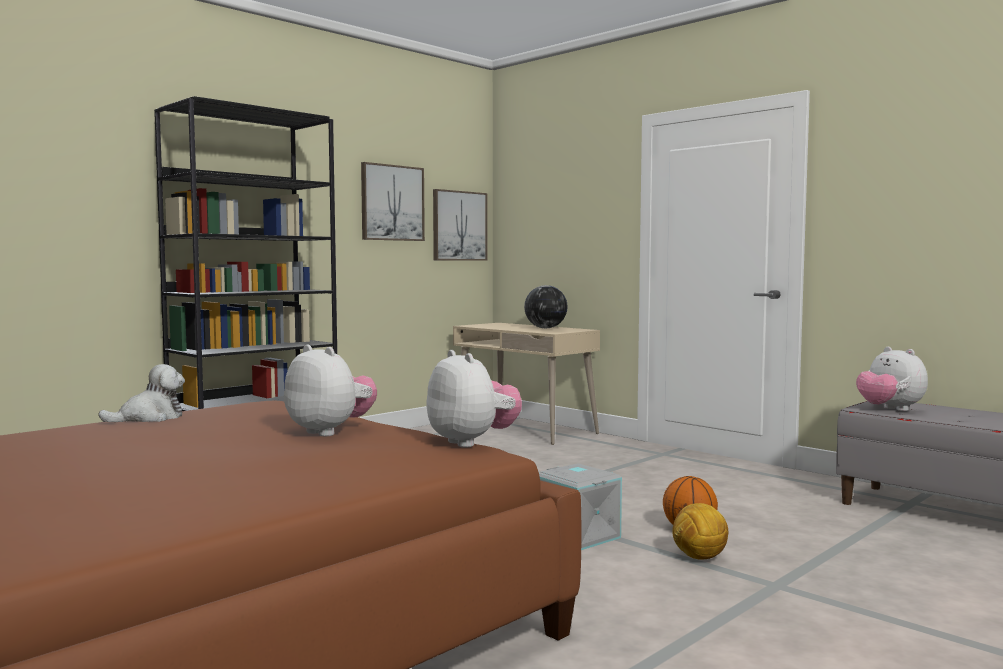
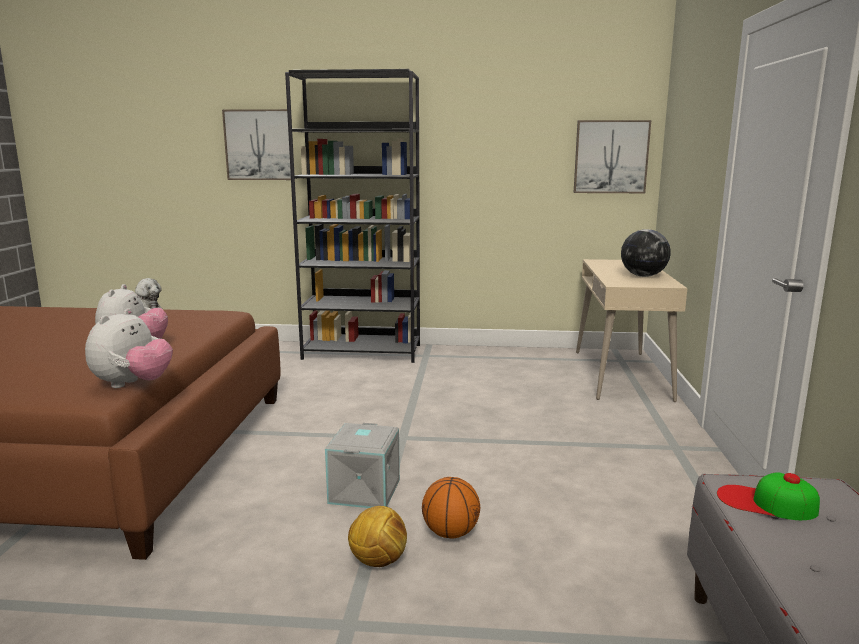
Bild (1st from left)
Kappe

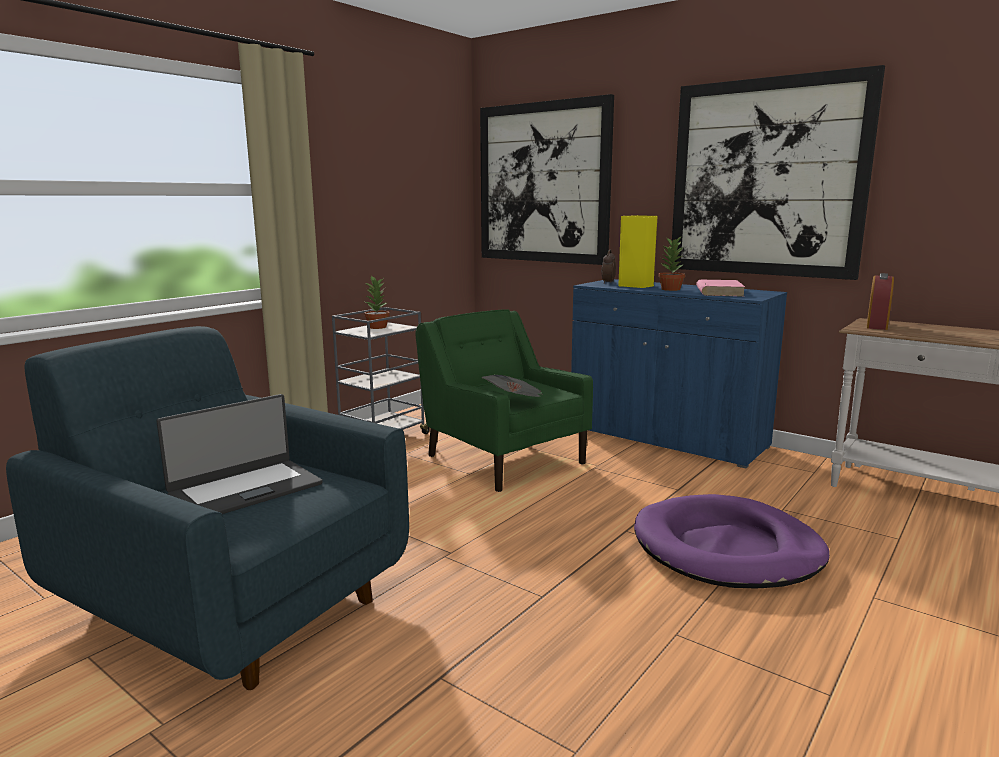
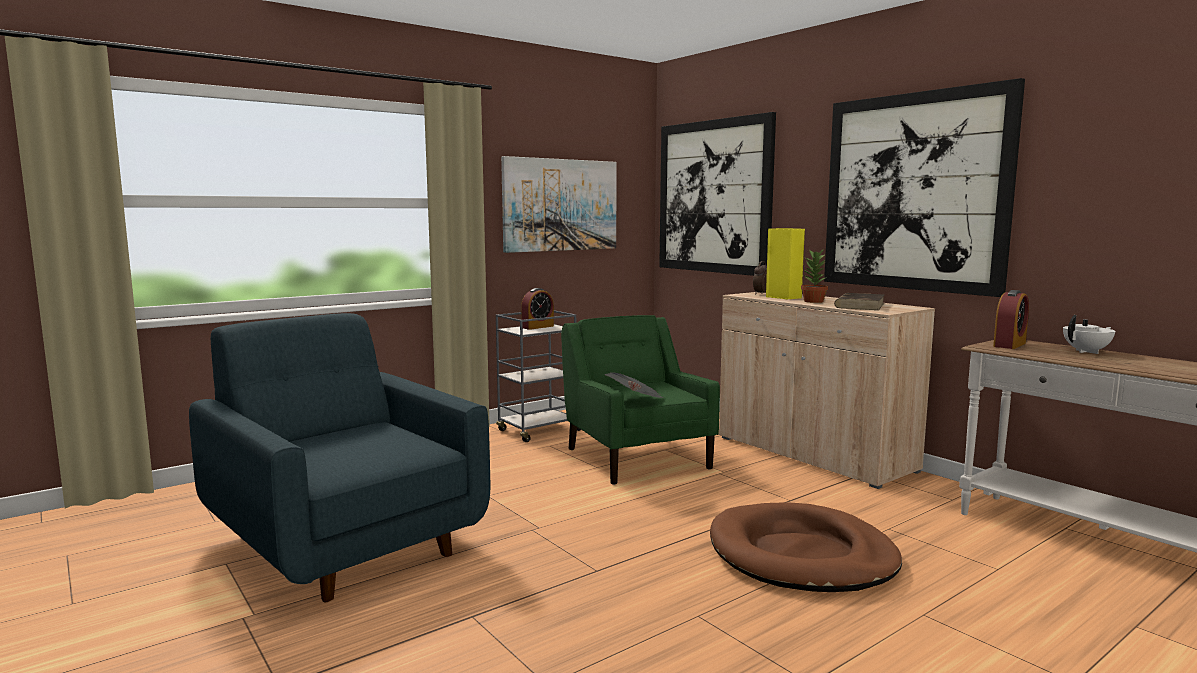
Bild (1st from left)
Wecker (1st from left)
Hundebett [braun]
Schrank [beige]
Buch [braun]
Teekanne [weiß]
Laptop

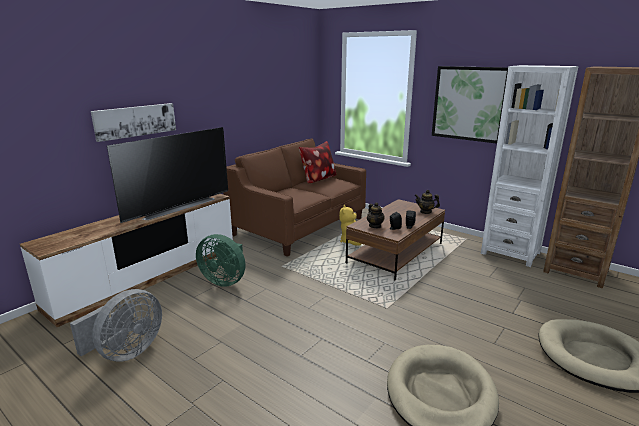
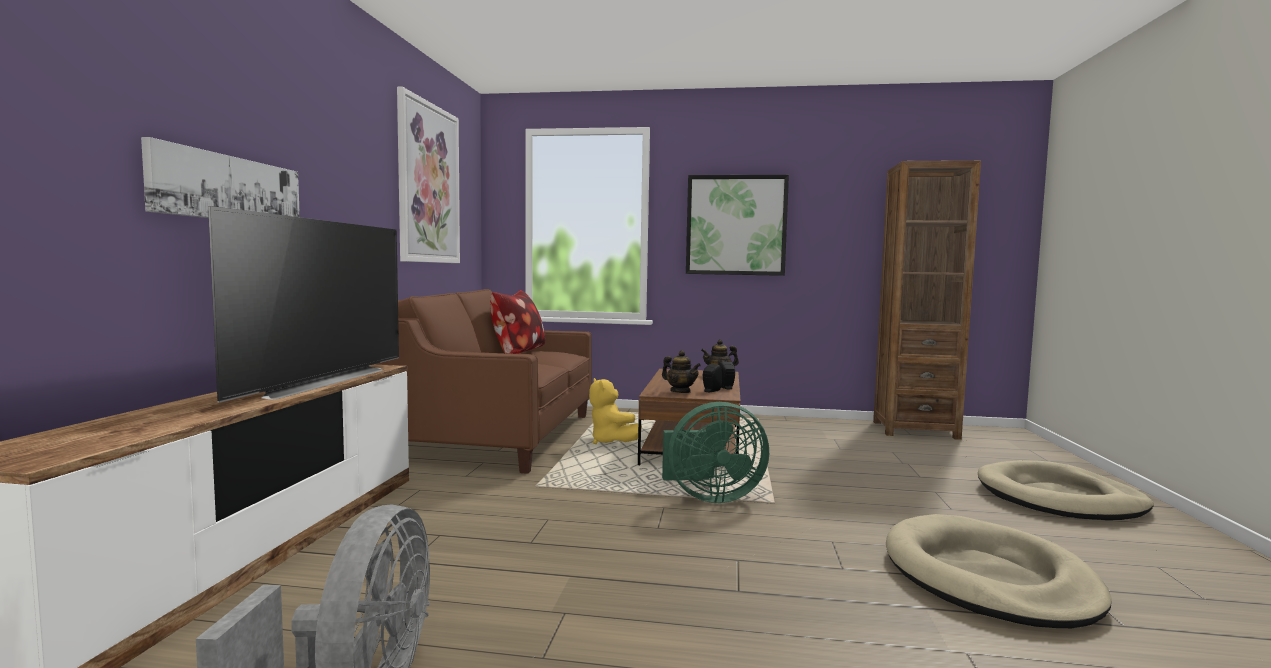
Bild (2nd from left)
Ventilator [grün]
Bücherregal [weiß]

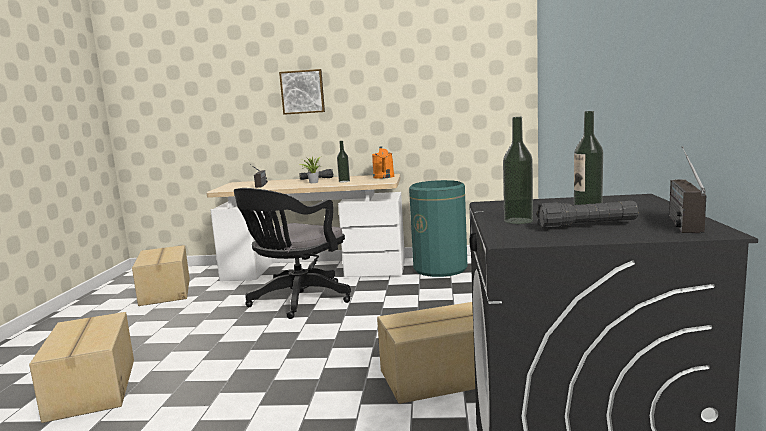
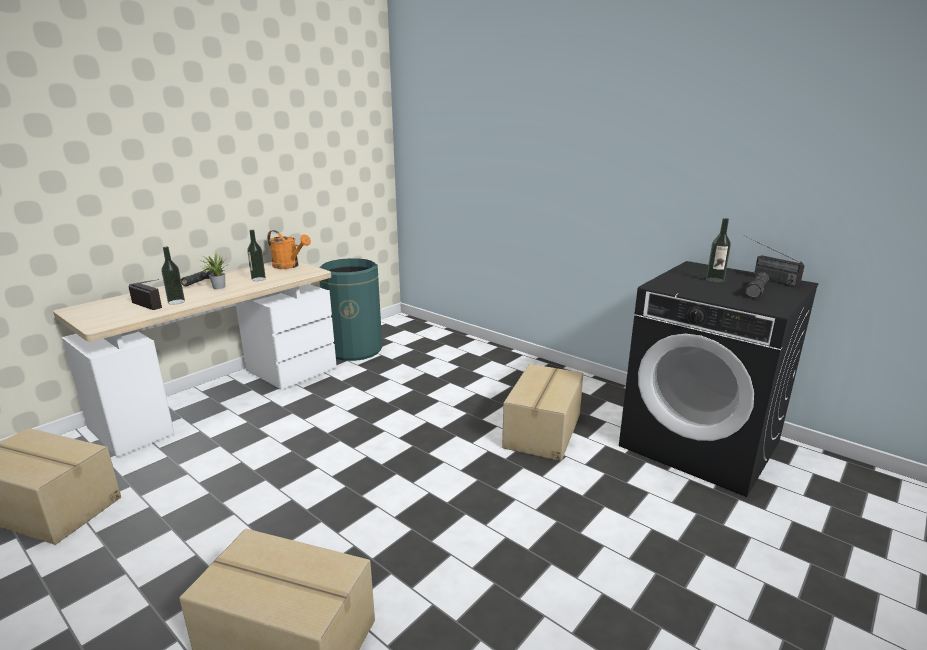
Flasche (1st from left)
Bürostuhl [schwarz]
Bild

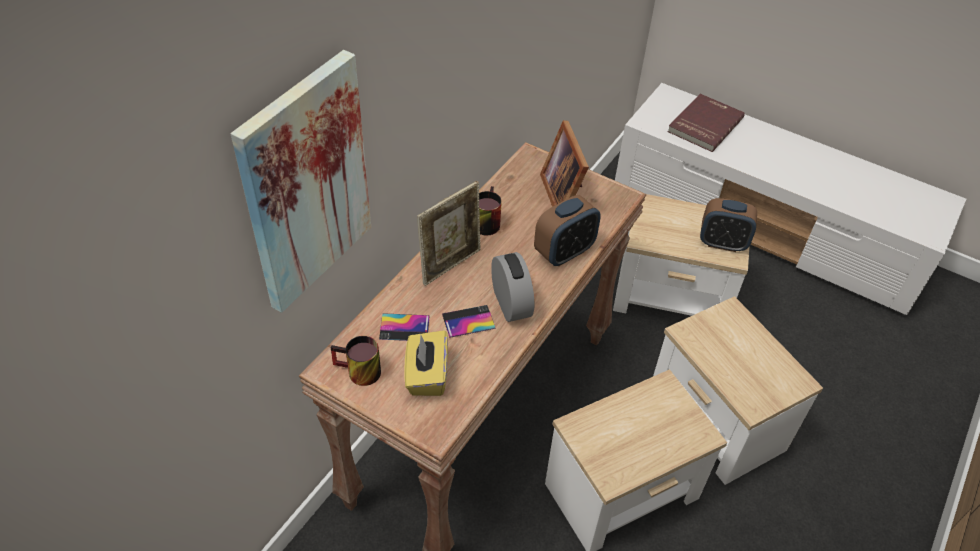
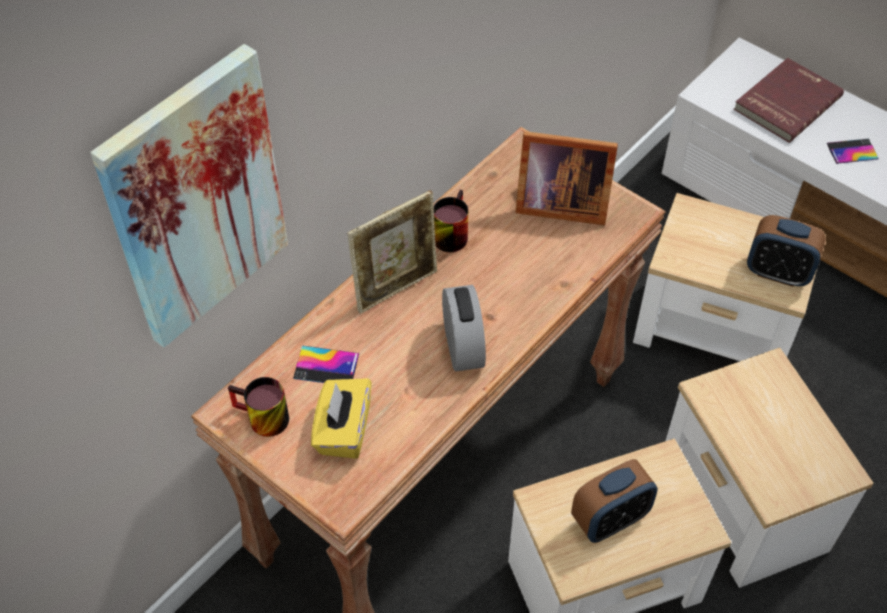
Bilderrahmen (2nd from left)
Wecker (2nd from left)
Handy (2nd from left)

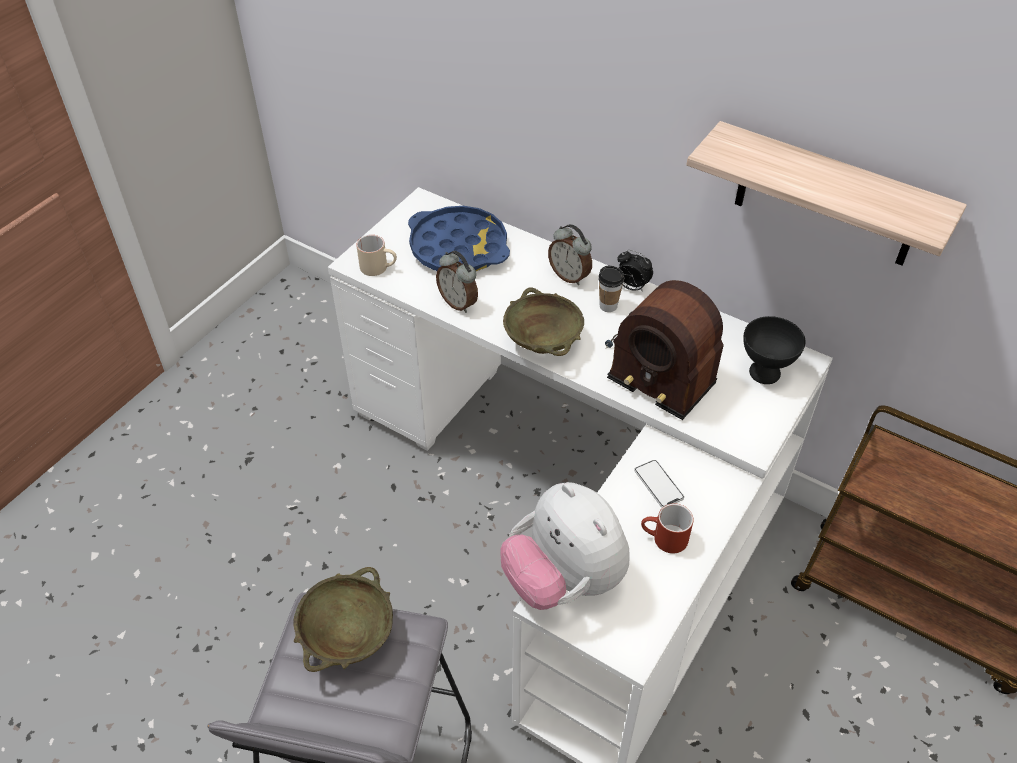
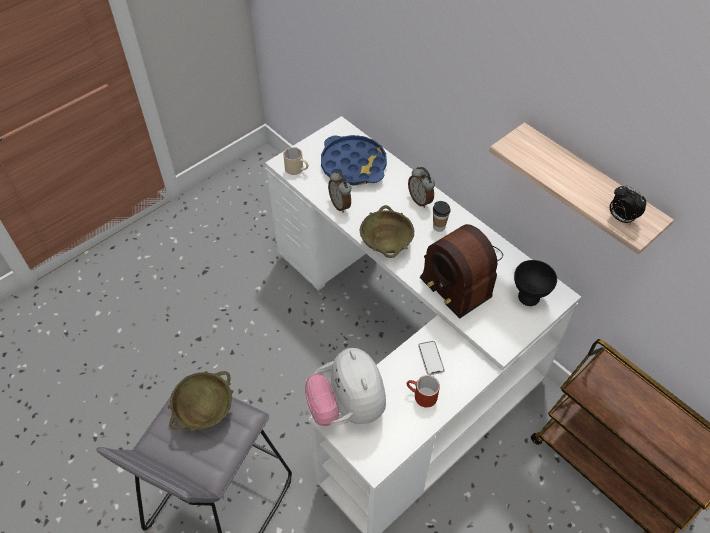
Wecker (3rd from left)

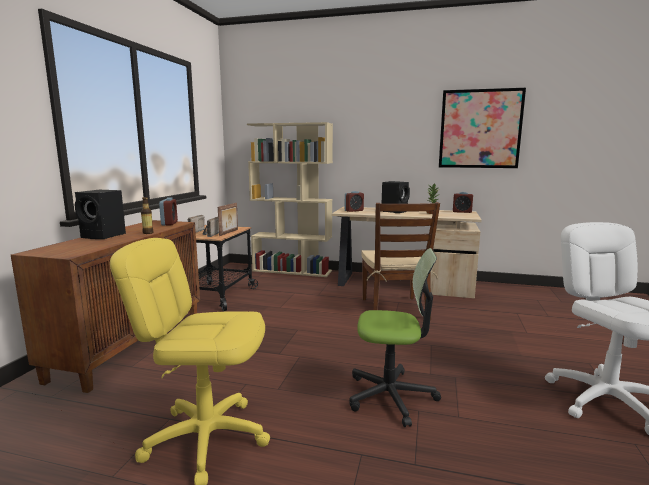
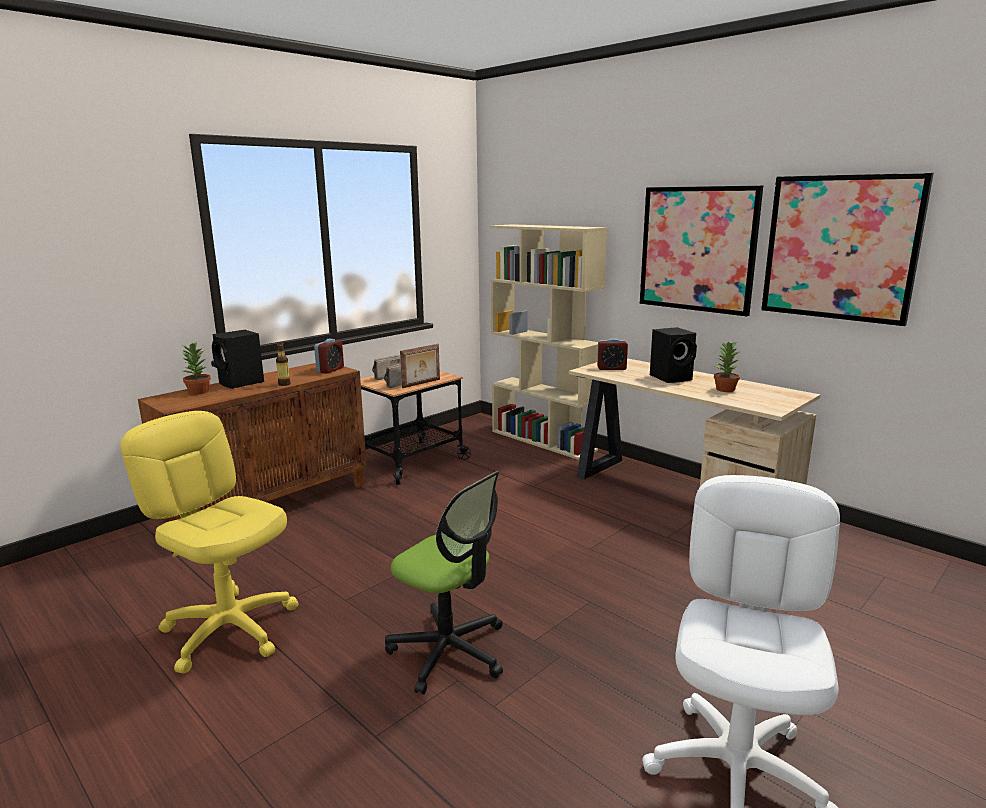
Topfpflanze (1st from left)
Bild (1st from left)
Stuhl [braun]
Wecker (3rd from left in the first image)

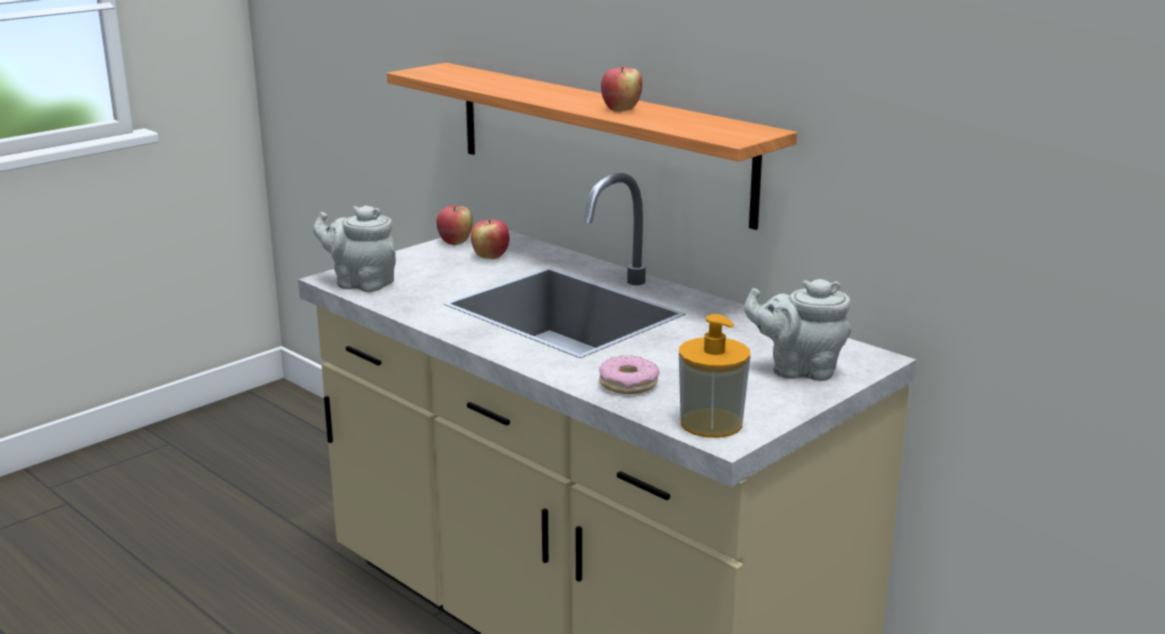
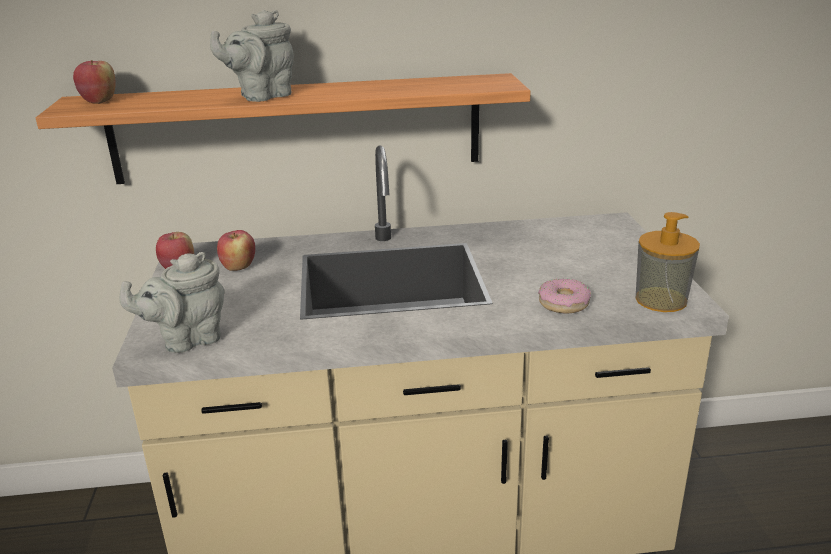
Apfel (1st from left)
Teekanne [grau] (2nd from left)

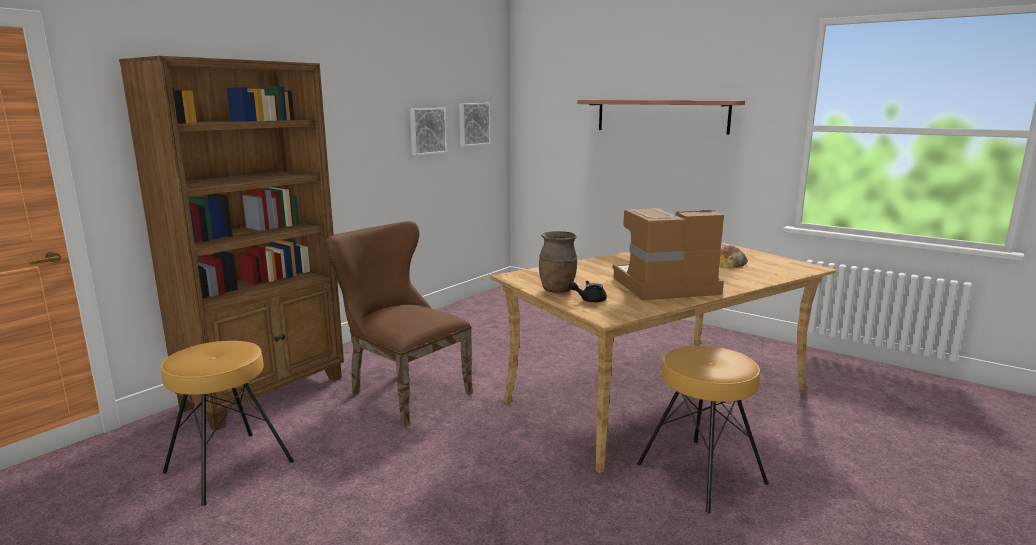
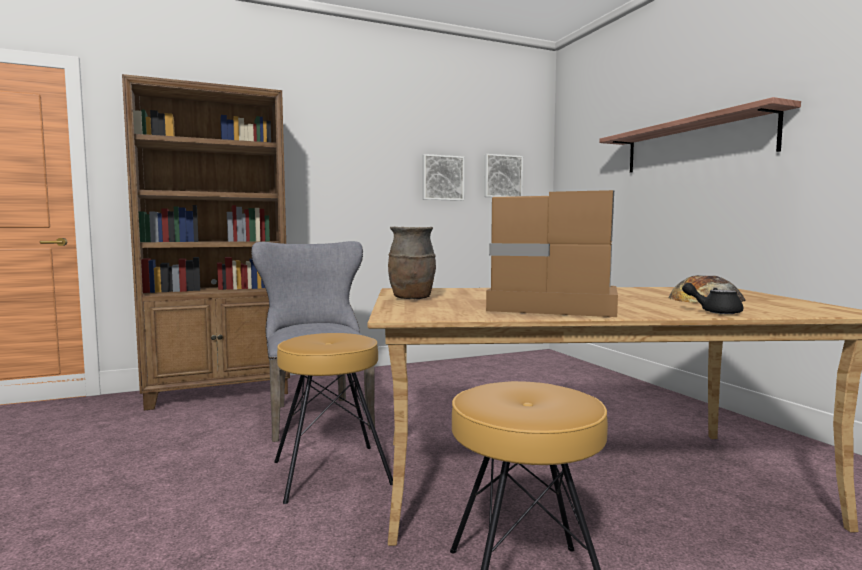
Stuhl [grau]
Hocker [braun] (1st from left)
Teekanne [schwarz]

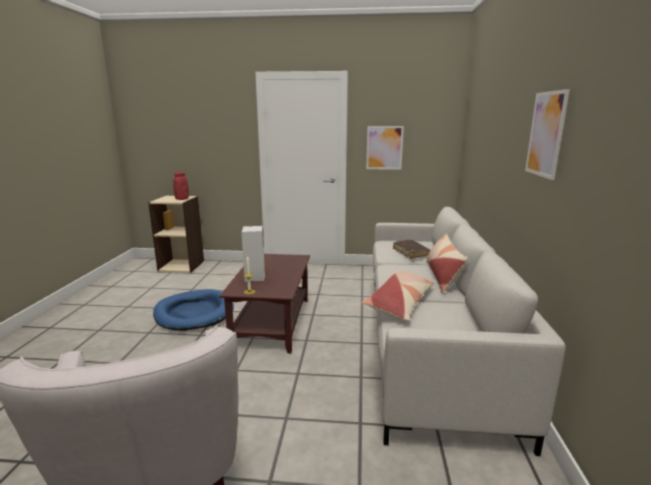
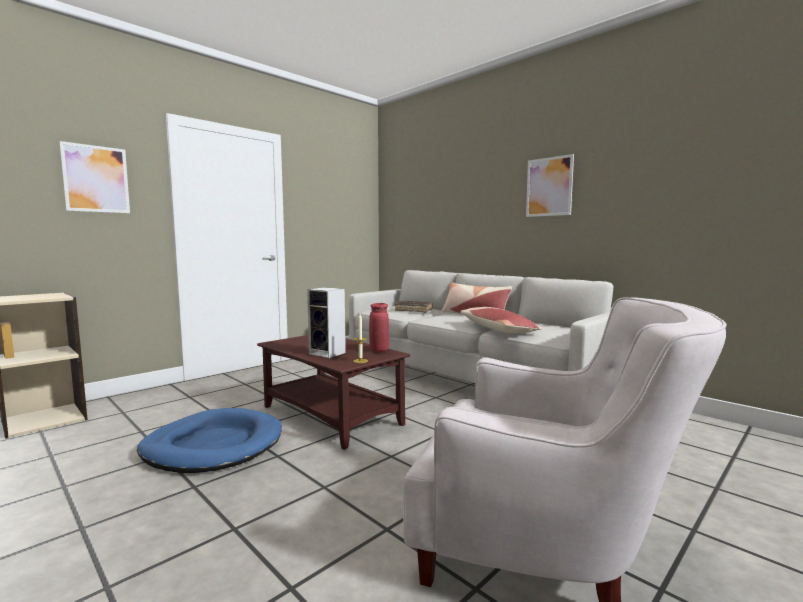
Bild (1st from left)
Vase [rot]

